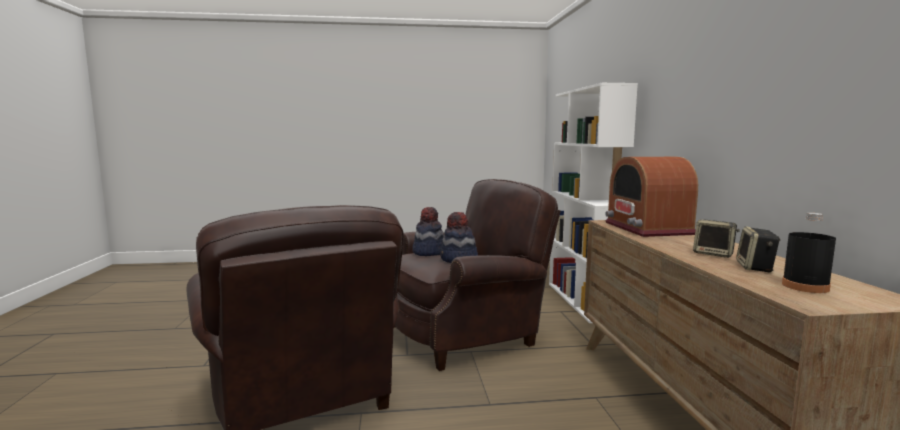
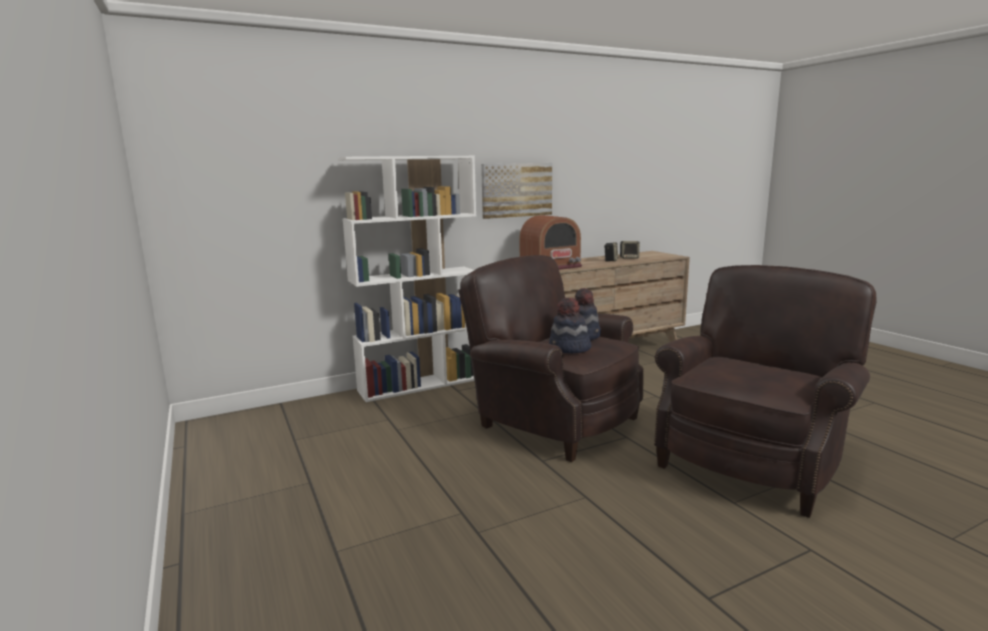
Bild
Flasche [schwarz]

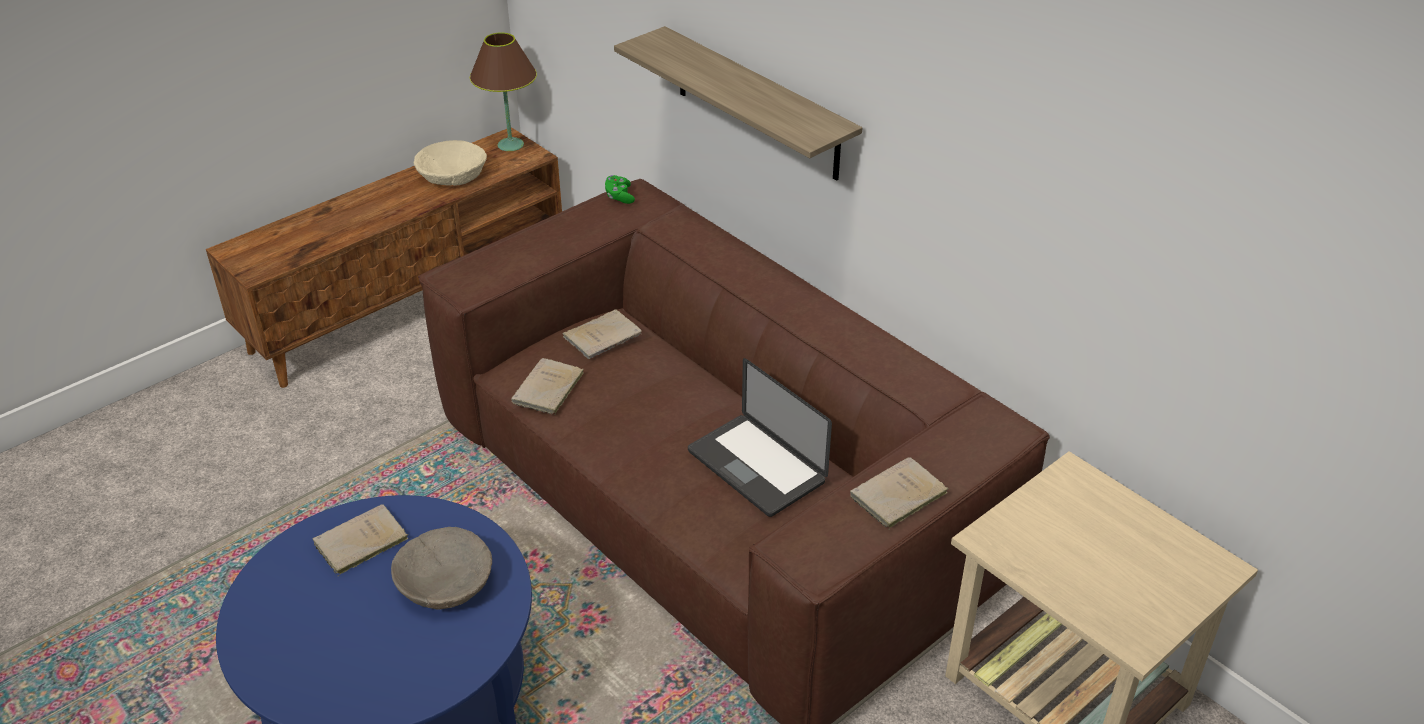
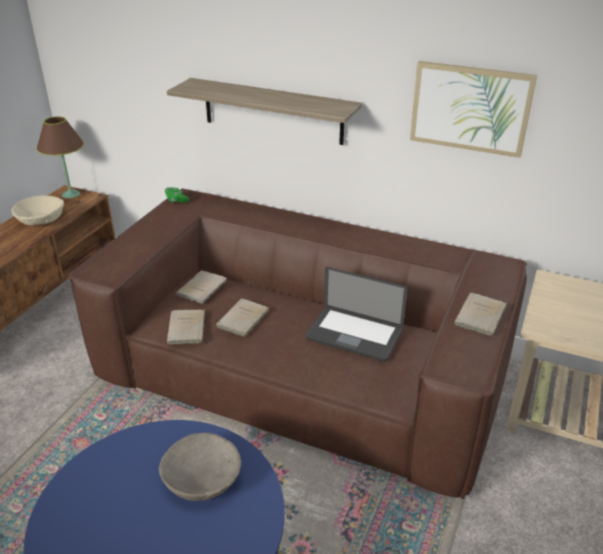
Buch [beige] (3rd from left)
Bild

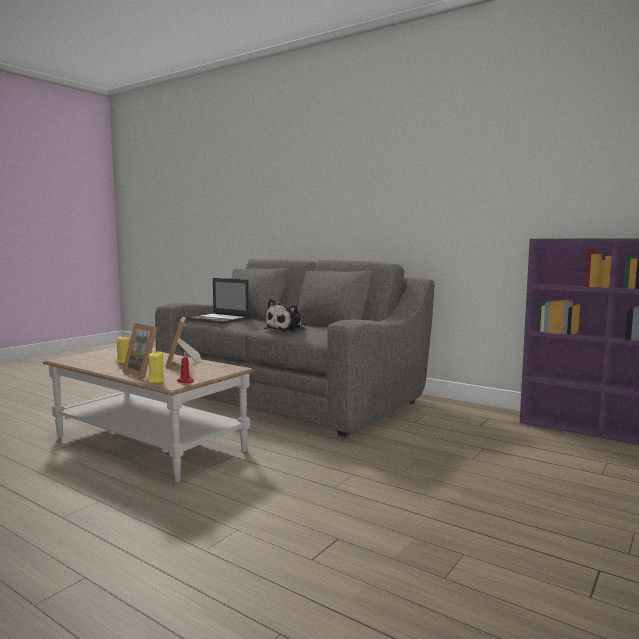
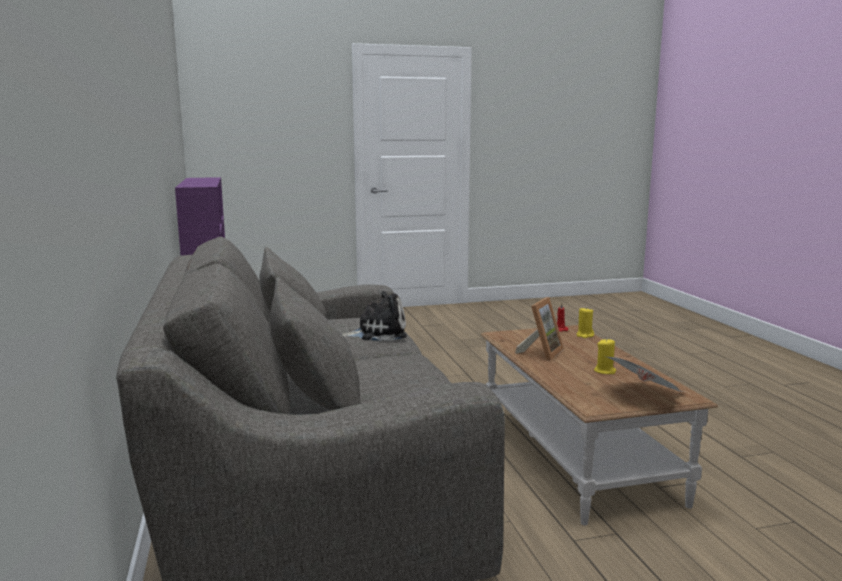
Zeitung
Bilderrahmen (1st from left in the first image)
Laptop

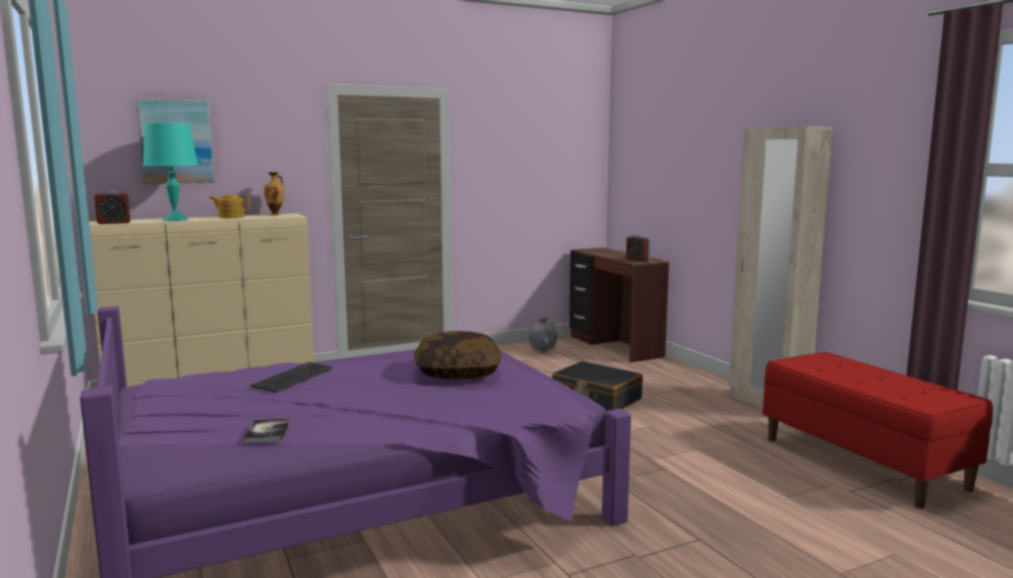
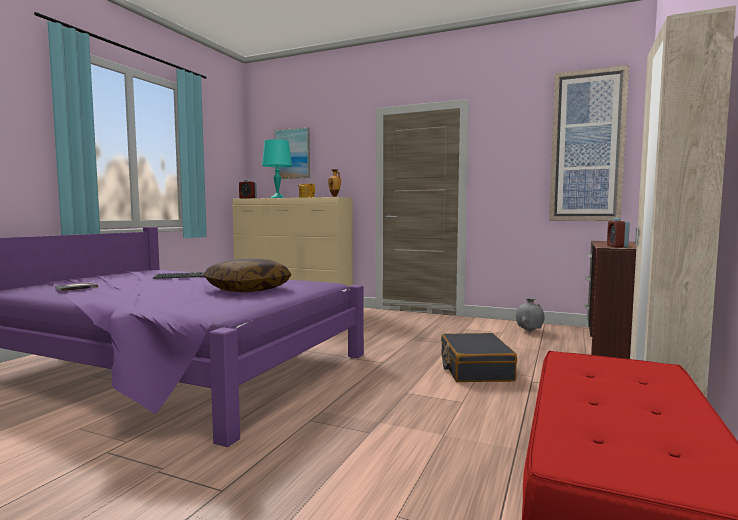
Bild (2nd from left)

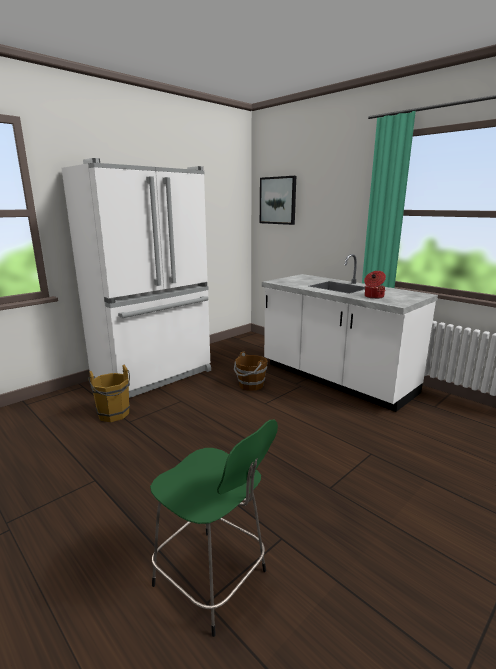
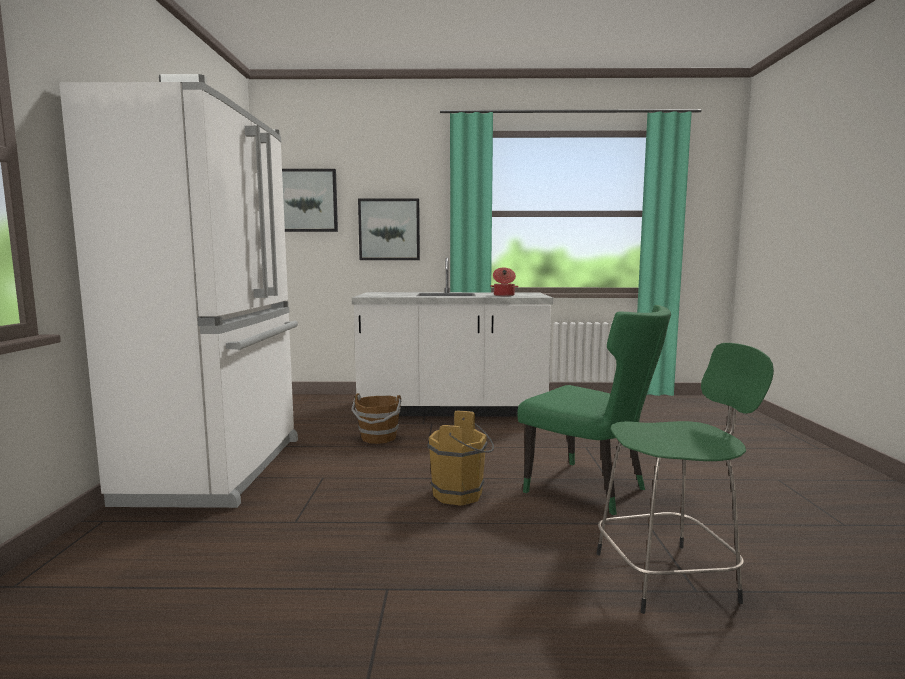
Bild (2nd from left)
Eimer [braun] (2nd from left)
Stuhl [grün]

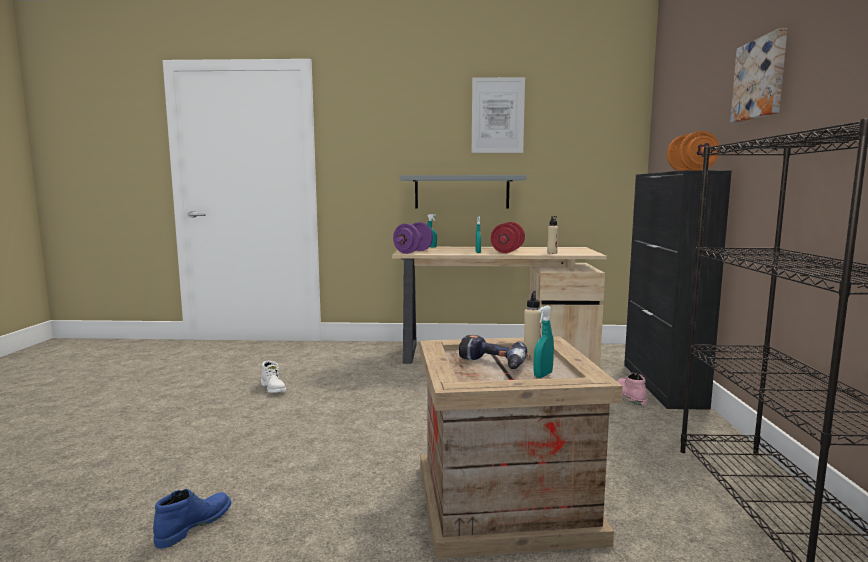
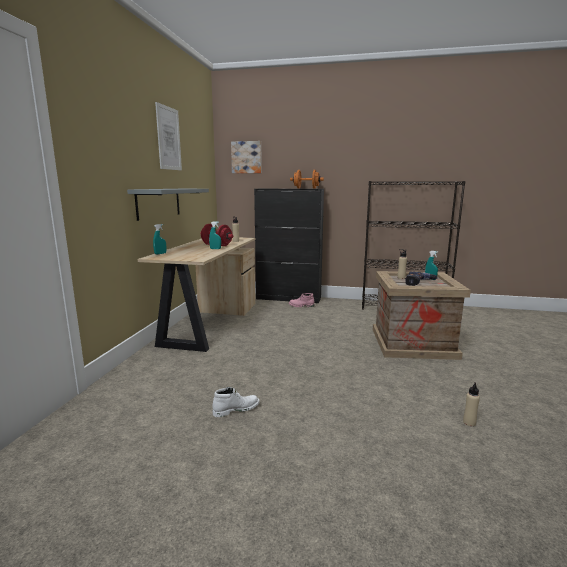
Bild (2nd from left)
Flasche [beige] (3rd from left)
Hantel [lila]

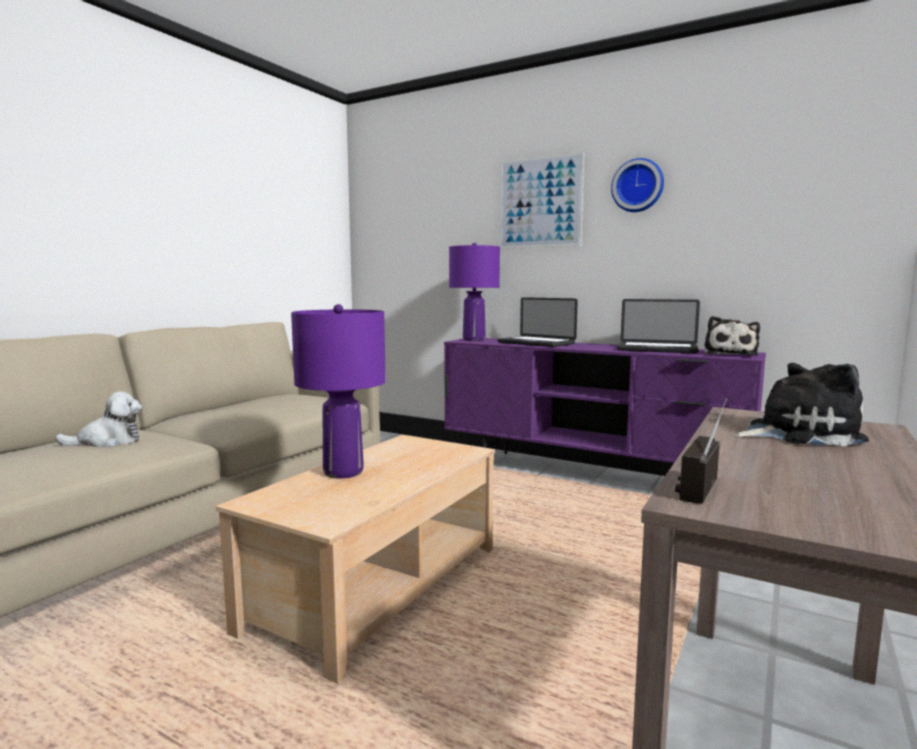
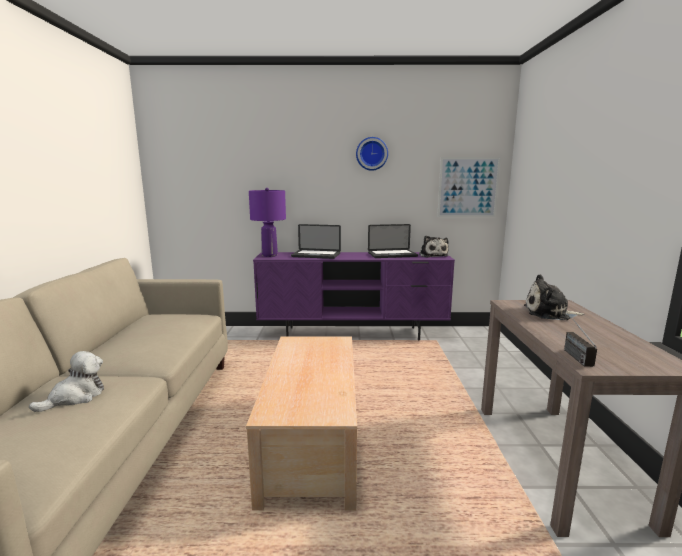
Bild
Plüschtier (3rd from left)
Tischlampe [lila] (1st from left in the first image)

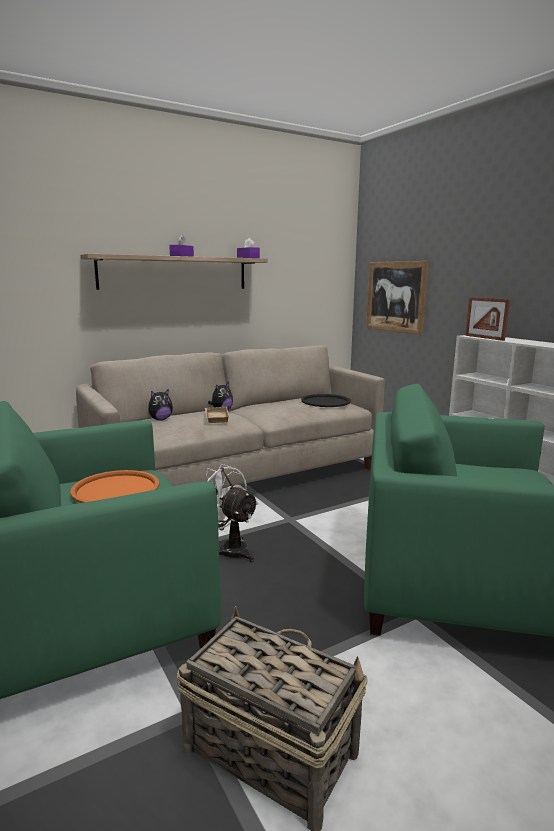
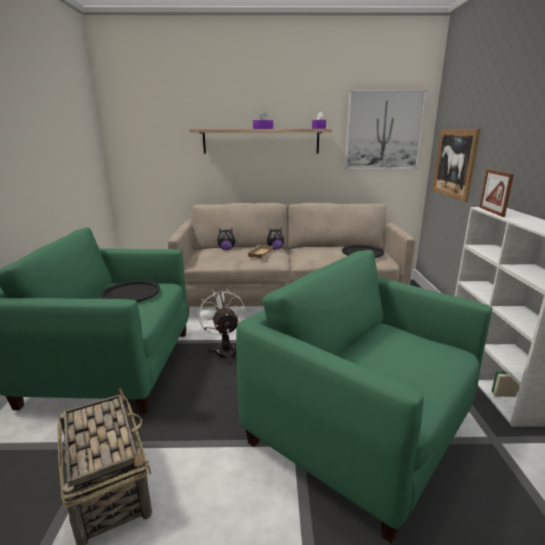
Tablett [schwarz] (1st from left)
Bild (1st from left)

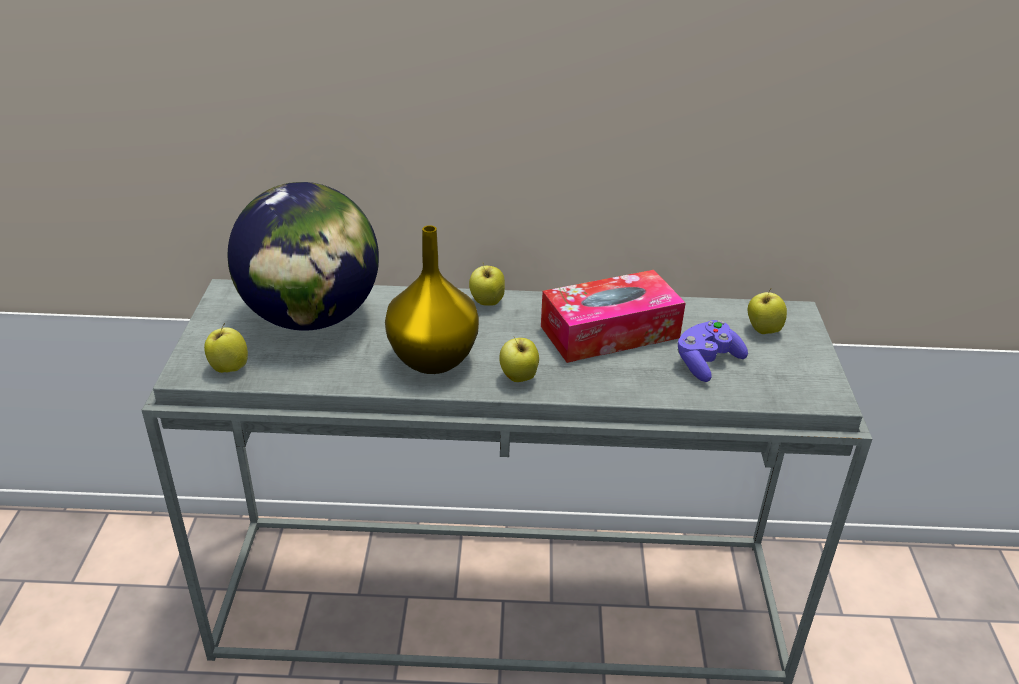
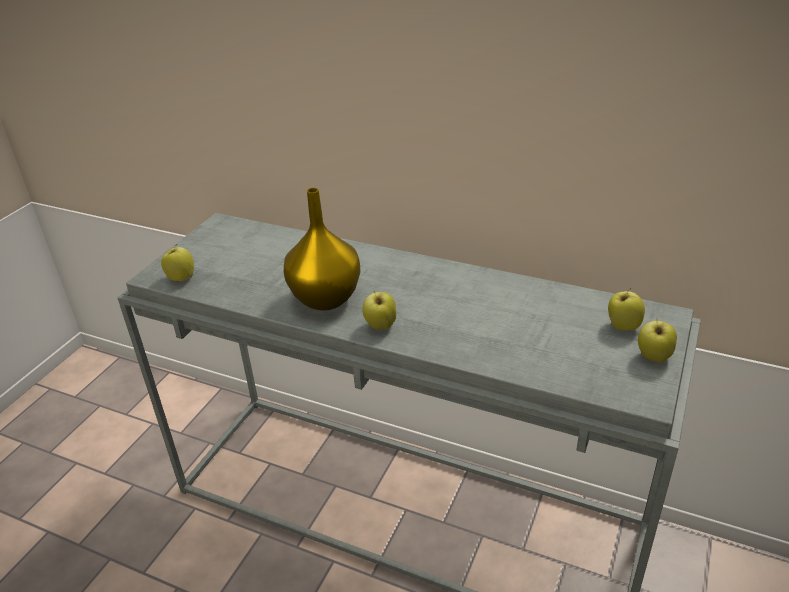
Apfel (4th from left)
Globus
Taschentuchbox
Gamepad [lila]

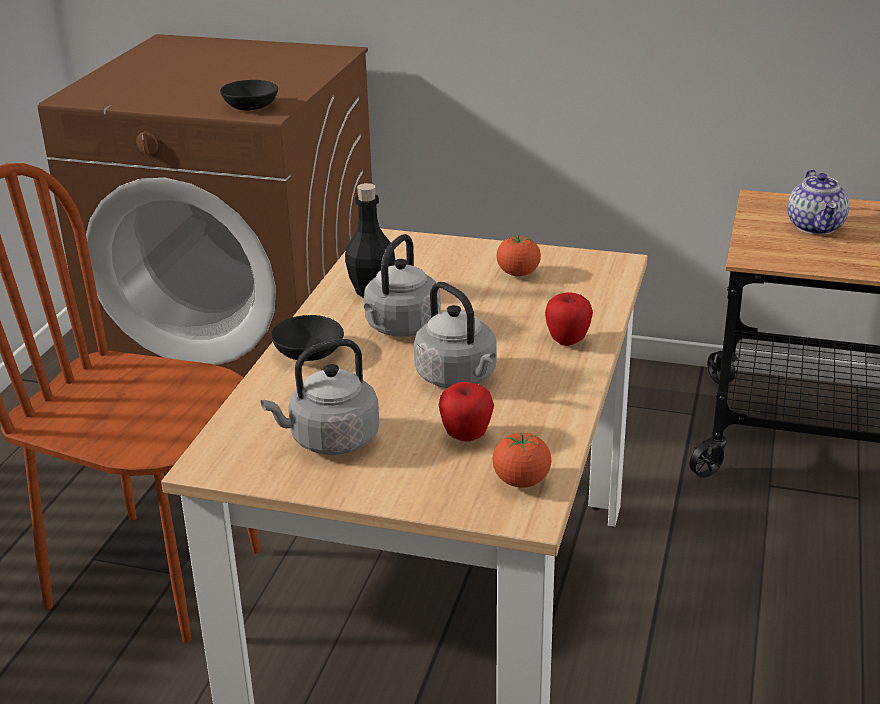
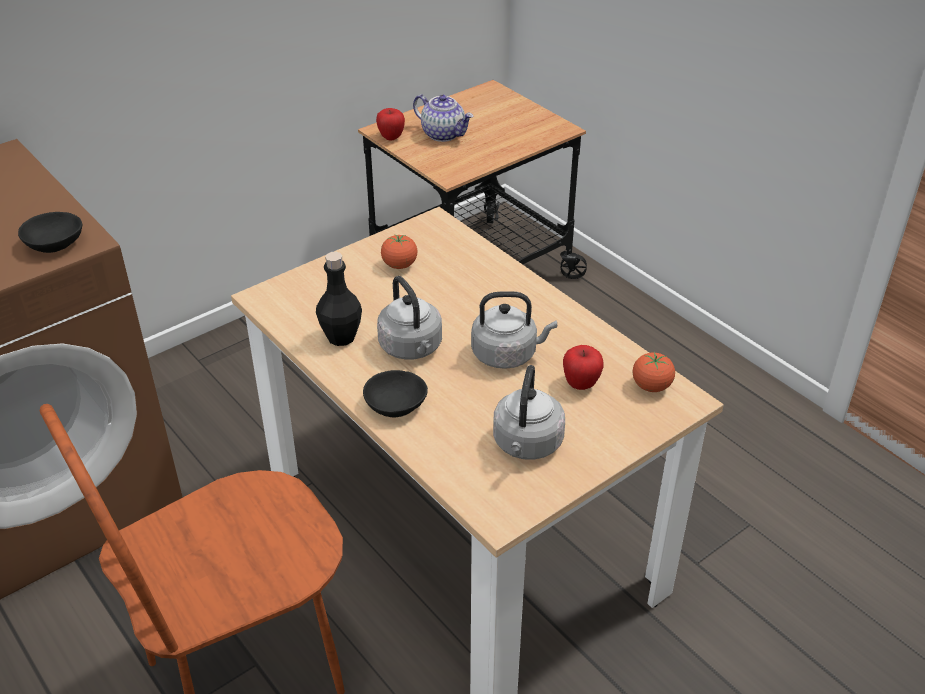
Apfel (1st from left)

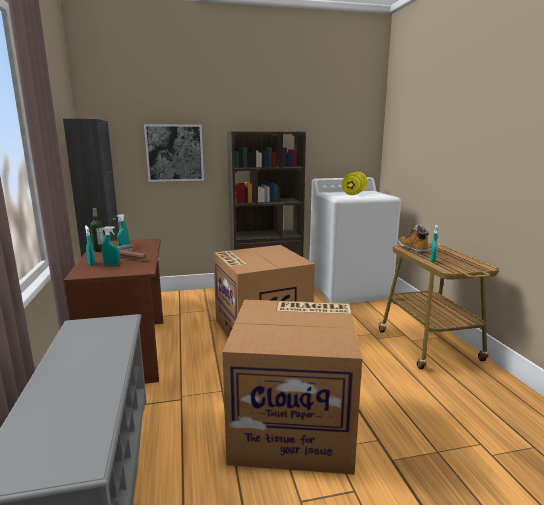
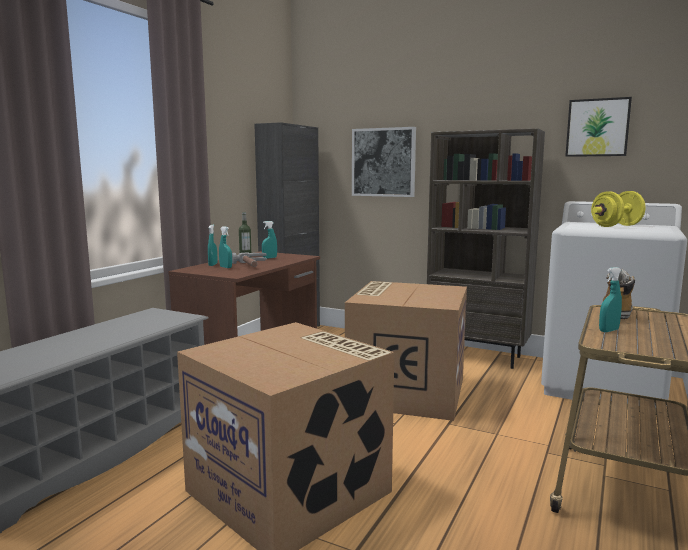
Bild (2nd from left)

